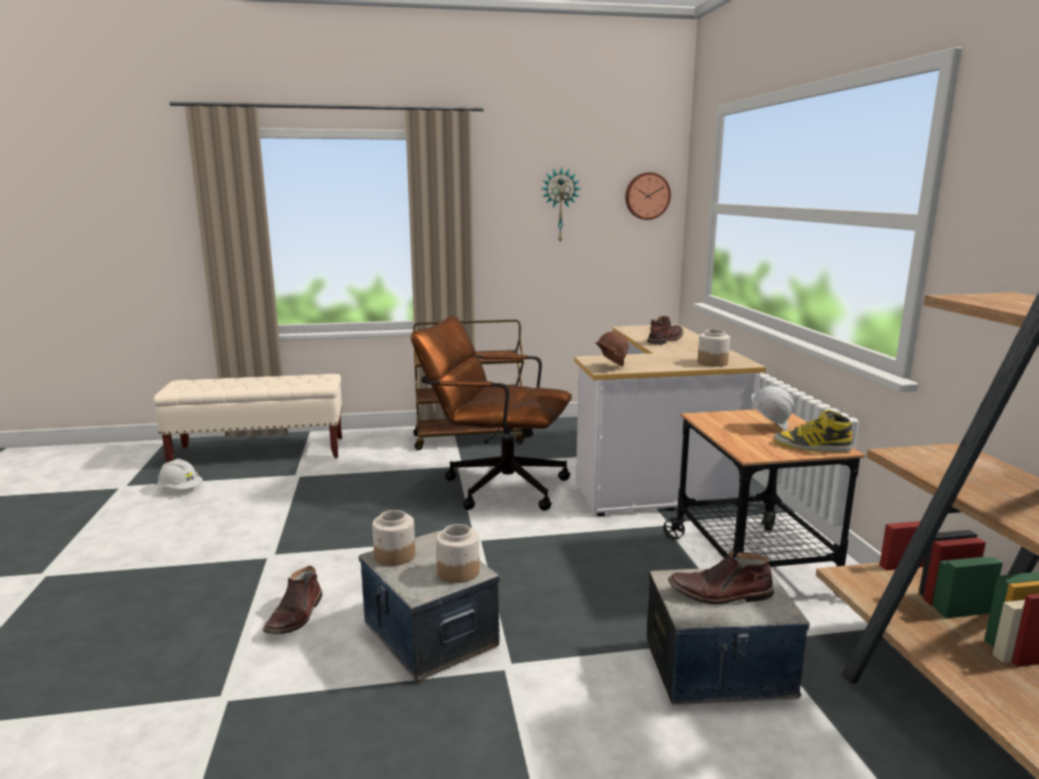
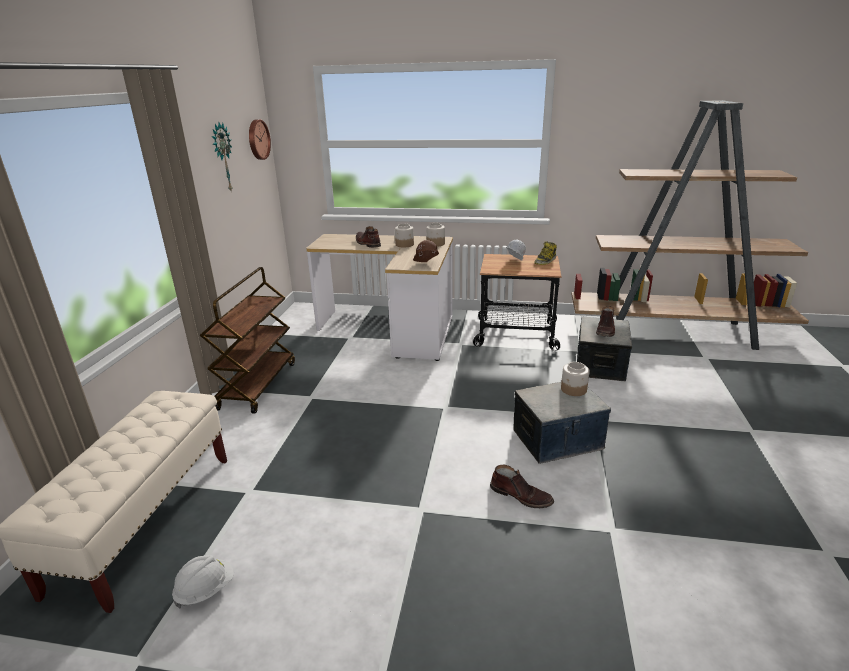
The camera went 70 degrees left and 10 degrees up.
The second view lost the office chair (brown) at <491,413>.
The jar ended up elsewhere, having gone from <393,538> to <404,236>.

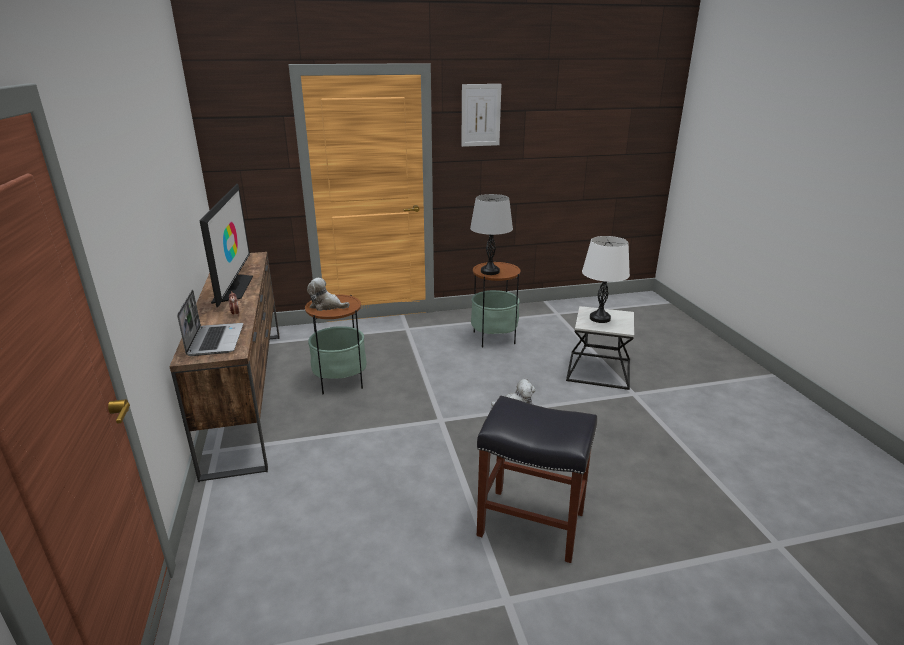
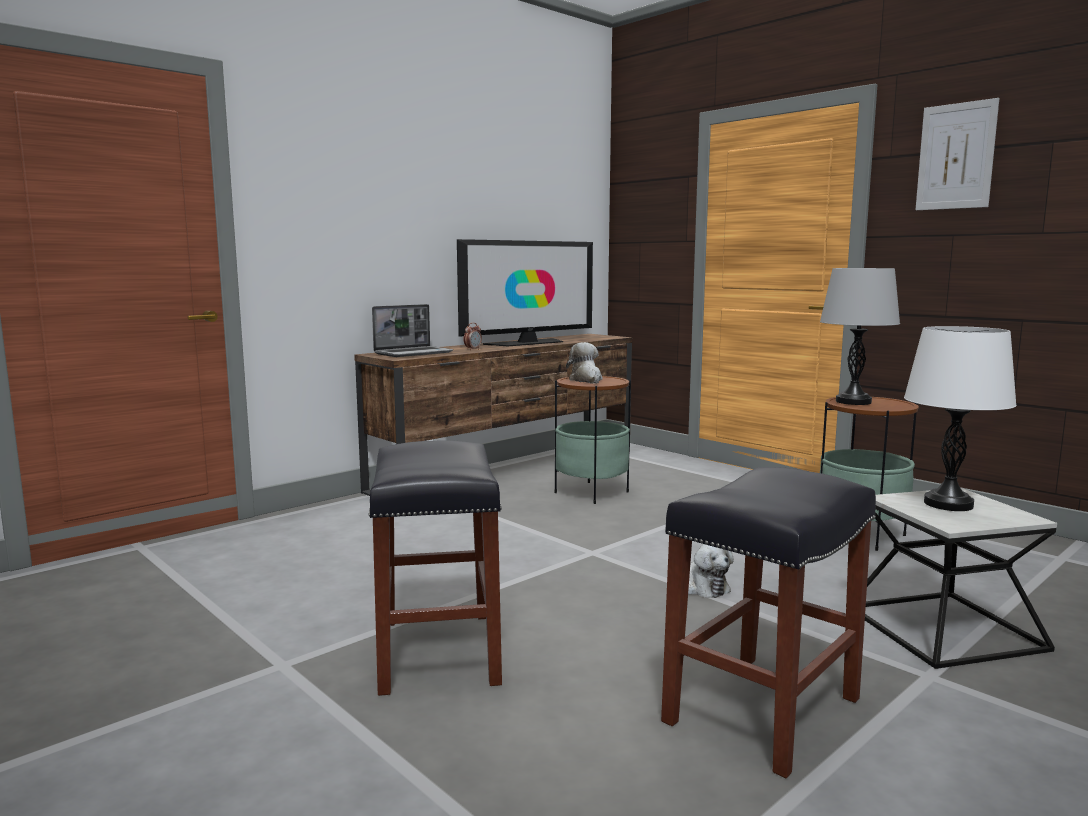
The camera went 60 degrees right and 15 degrees down.
The second view gained the stool (black) at <768,622>.

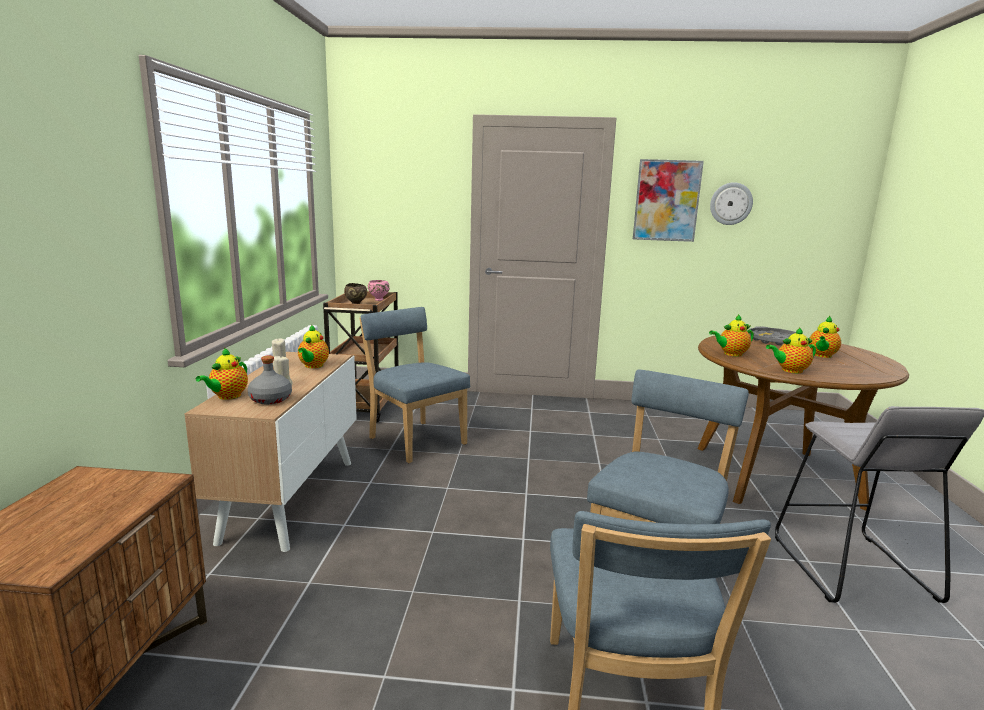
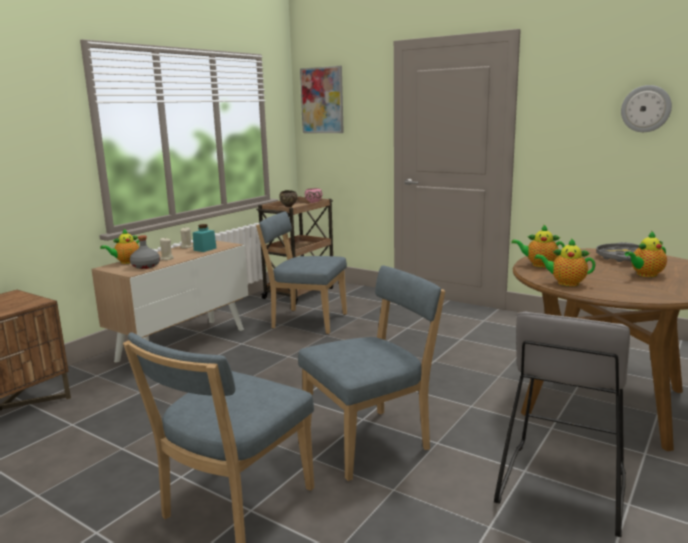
The camera went 30 degrees right and 0 degrees up.
The picture ended up elsewhere, having gone from <668,200> to <322,99>.
The chair (blue) at <415,385> ended up facing another way, 60 degrees counterclockwise from before.
Where the teapot stood at <313,346>, the jar (turquoise) came to stand at <205,238>.

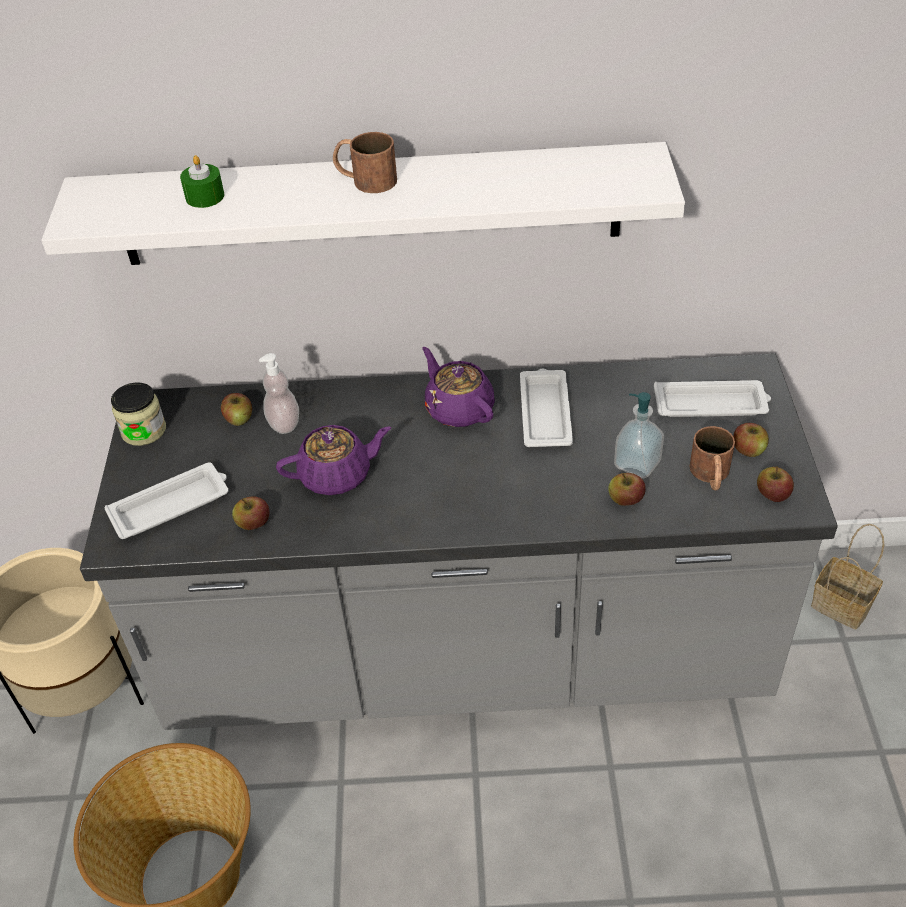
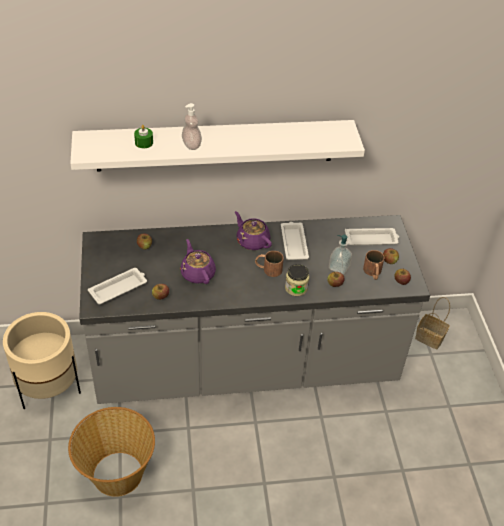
The camera went 10 degrees left and 0 degrees up.
The mug (brown) ended up elsewhere, having gone from <365,162> to <269,264>.
The soap dispenser ended up elsewhere, having gone from <279,393> to <192,126>.
The jar ended up elsewhere, having gone from <138,414> to <297,280>.
The teapot (purple) at <333,460> ended up facing another way, 90 degrees counterclockwise from before.

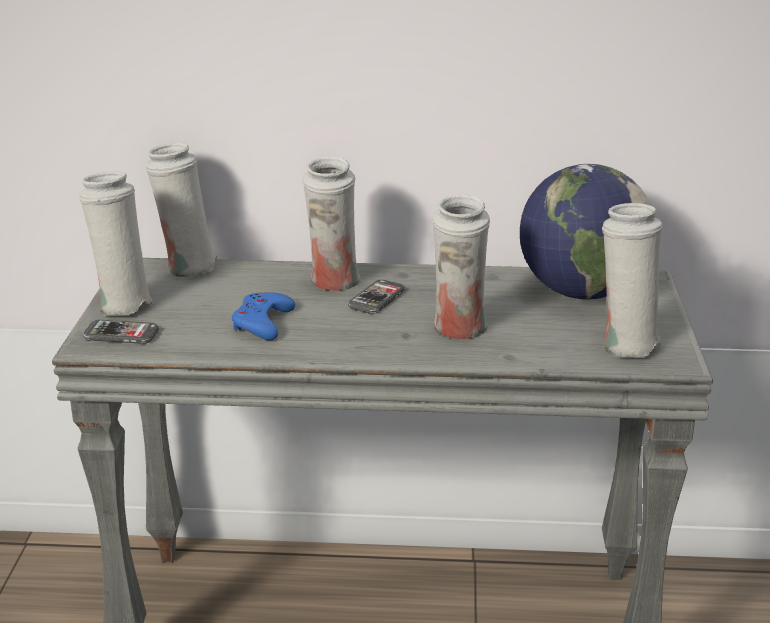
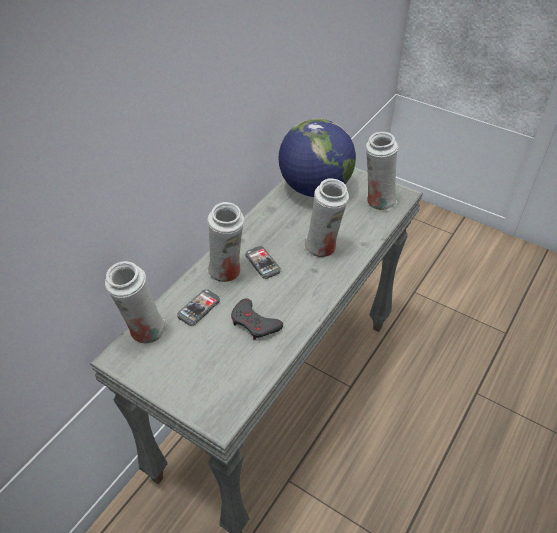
The camera went 60 degrees left and 20 degrees up.
The second view lost the vase (white) at <116,243>.
What was the game controller (blue) at <264,316> turned into the game controller (grey) at <257,319>.
The phone ended up elsewhere, having gone from <121,332> to <198,307>.

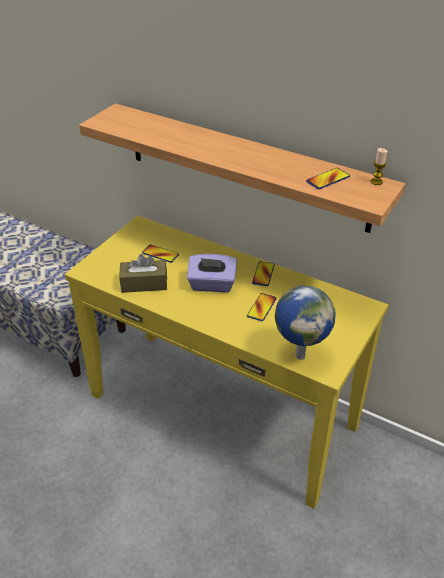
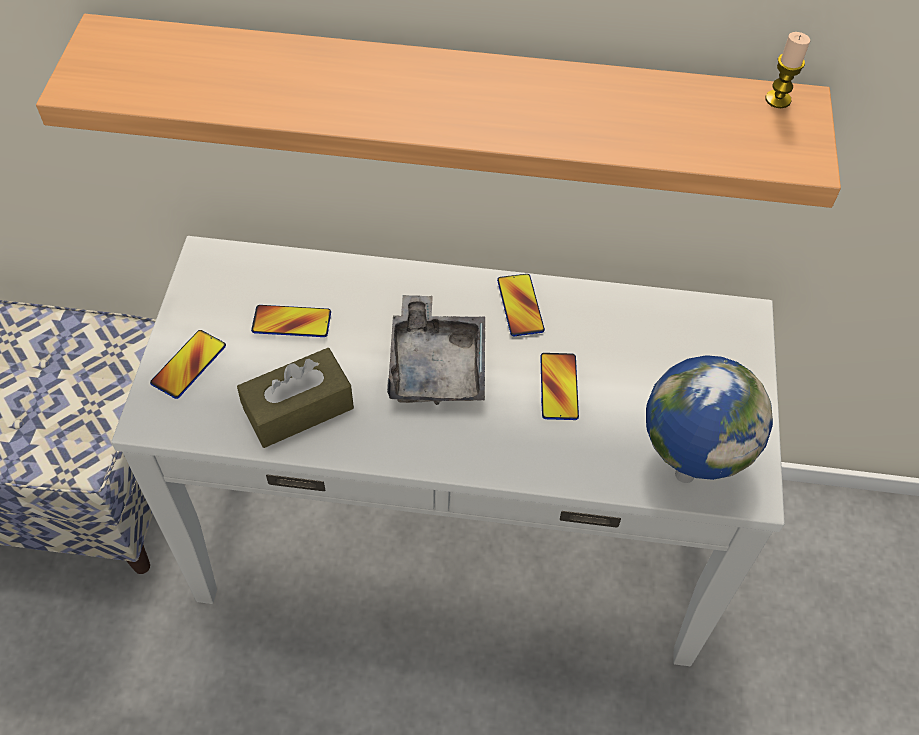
The camera went 25 degrees left and 15 degrees up.
The phone ended up elsewhere, having gone from <328,178> to <188,364>.
What was the console table (yellow) at <226,362> turned into the console table (white) at <448,451>.
Where the tissue box (purple) stood at <212,273>, the tray (grey) came to stand at <436,350>.

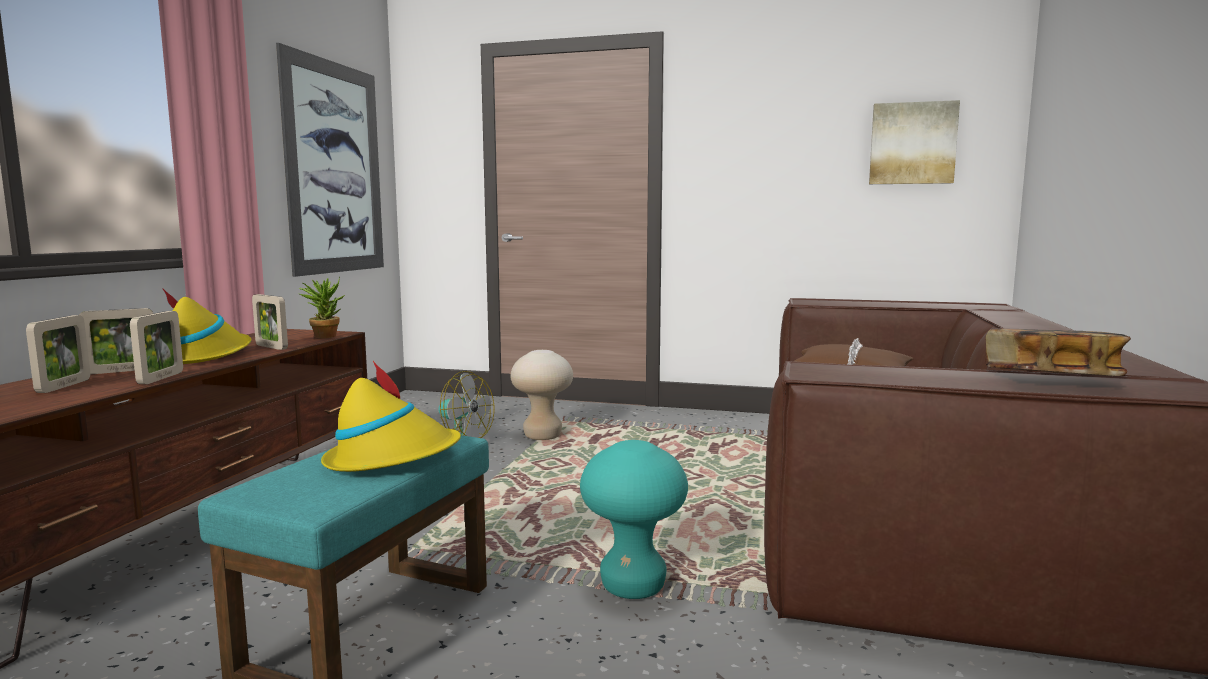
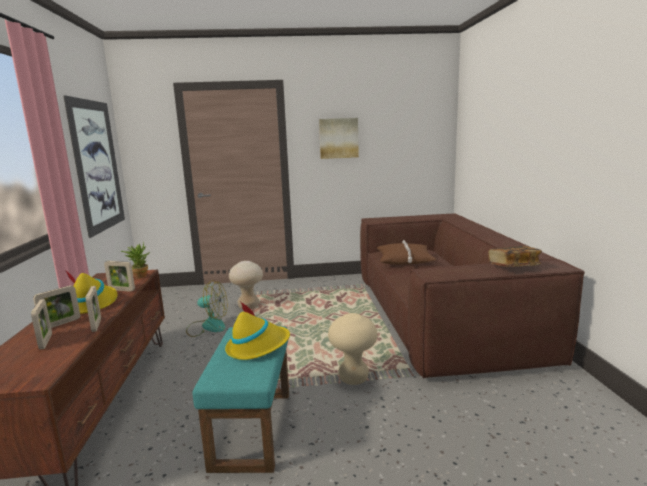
The camera went 20 degrees left and 5 degrees up.
The picture ended up elsewhere, having gone from <914,142> to <339,138>.
What was the stool (turquoise) at <634,519> turned into the stool (beige) at <353,349>.

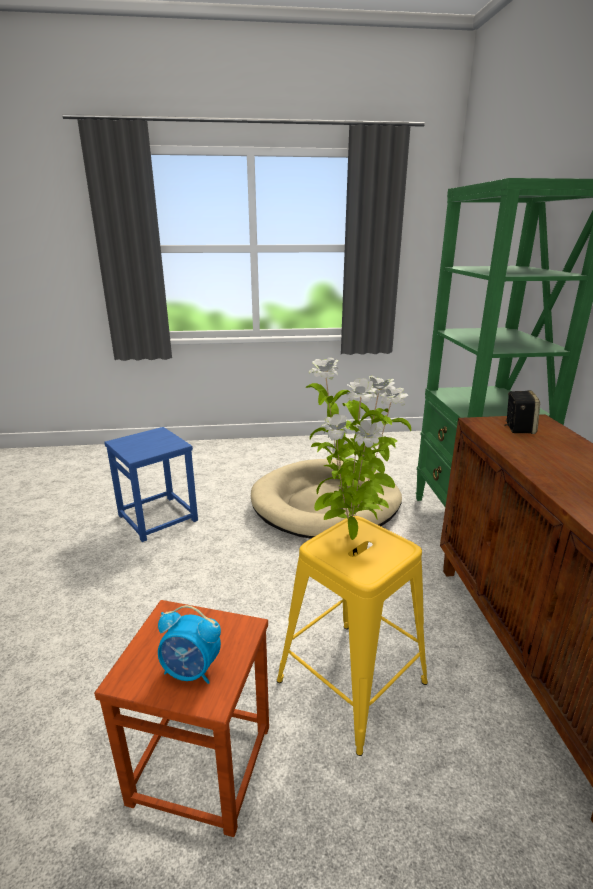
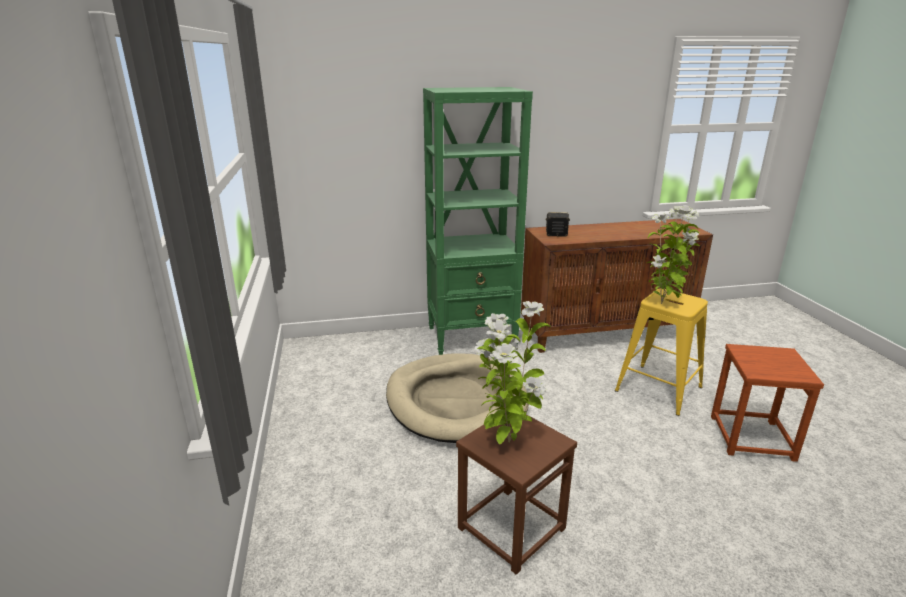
The camera went 95 degrees left and 0 degrees up.
What was the stool (blue) at <151,484> turned into the stool (brown) at <516,494>.
The second view lost the alarm clock at <189,644>.
The second view gained the potted plant at <512,372>.

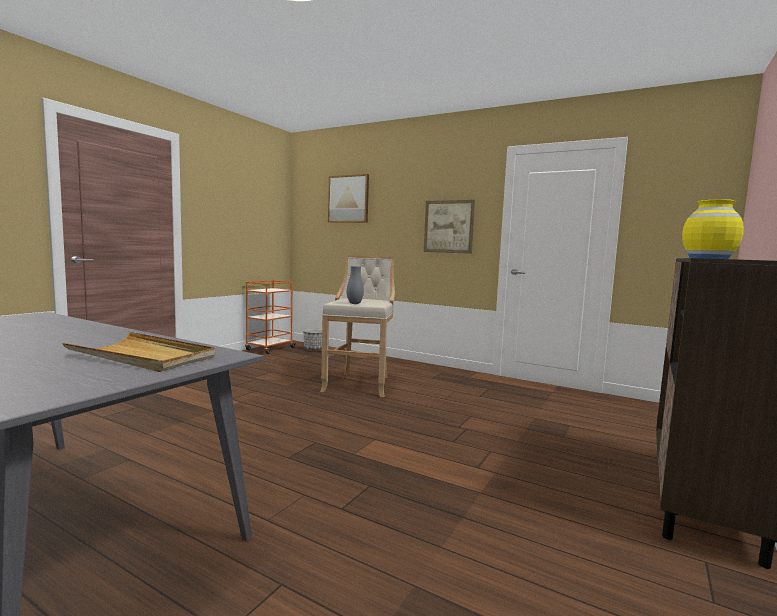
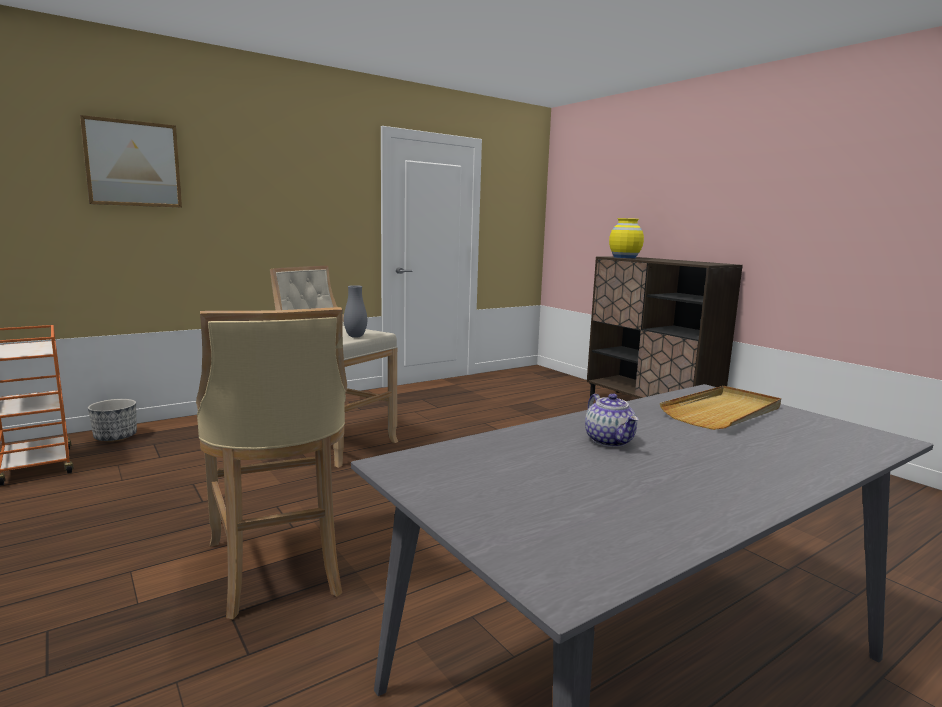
The camera went 65 degrees left and 5 degrees up.
The second view lost the picture at <449,227>.
The second view gained the stool (beige) at <271,463>.
The second view gained the teapot at <612,420>.

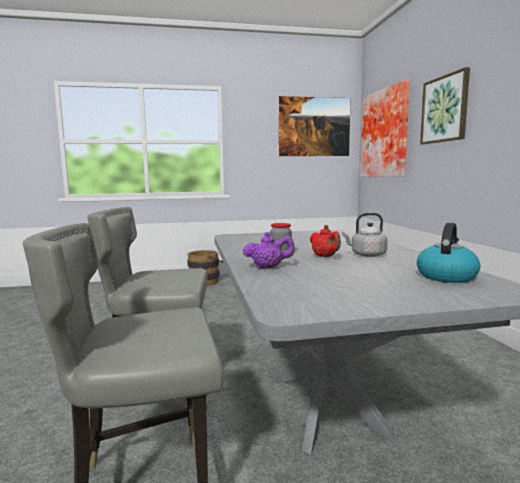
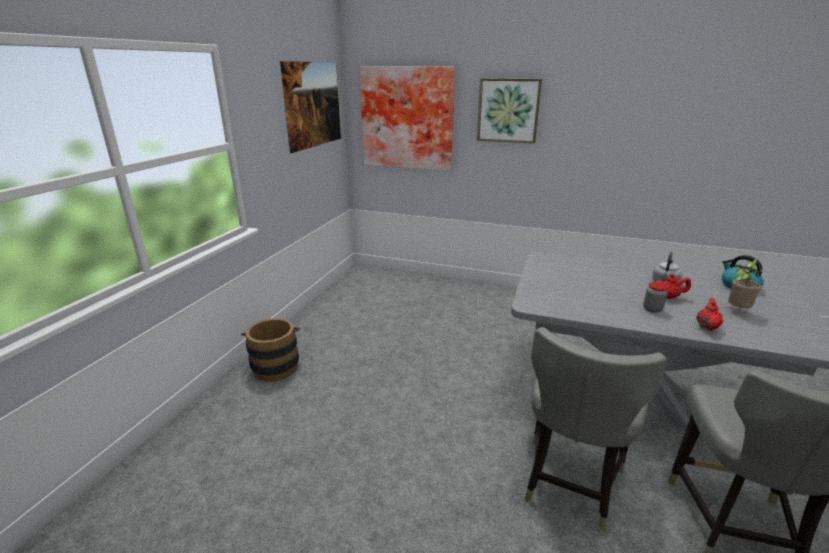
The camera went 60 degrees left and 15 degrees up.
What was the teapot (purple) at <269,250> turned into the teapot (red) at <709,314>.
The second view gained the potted plant at <743,282>.

